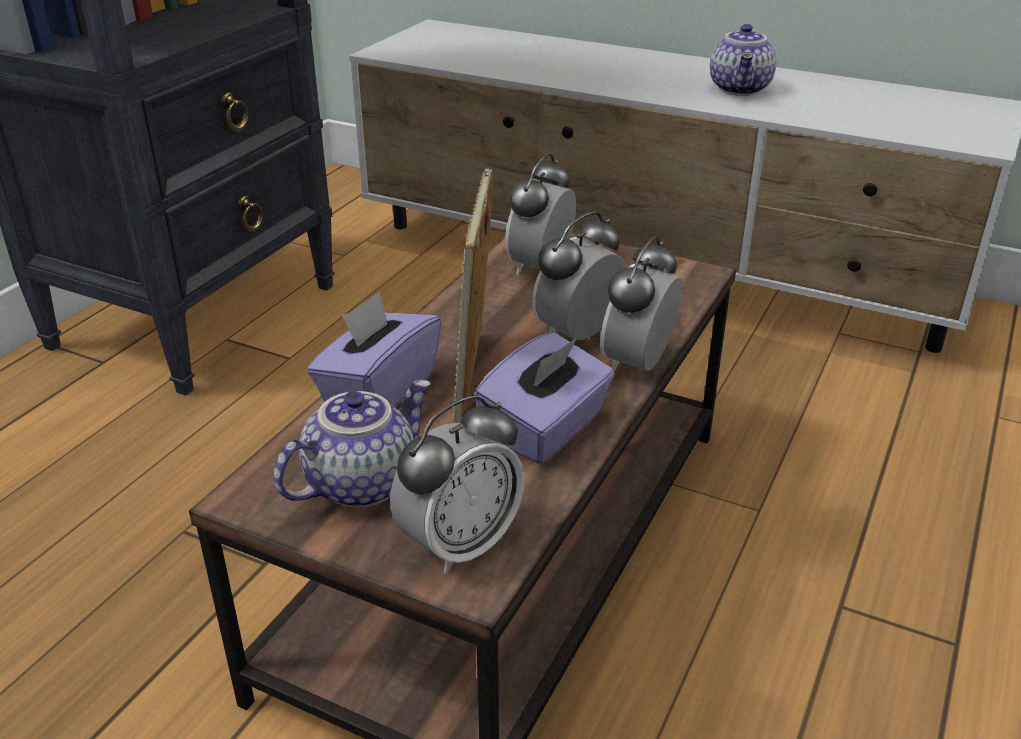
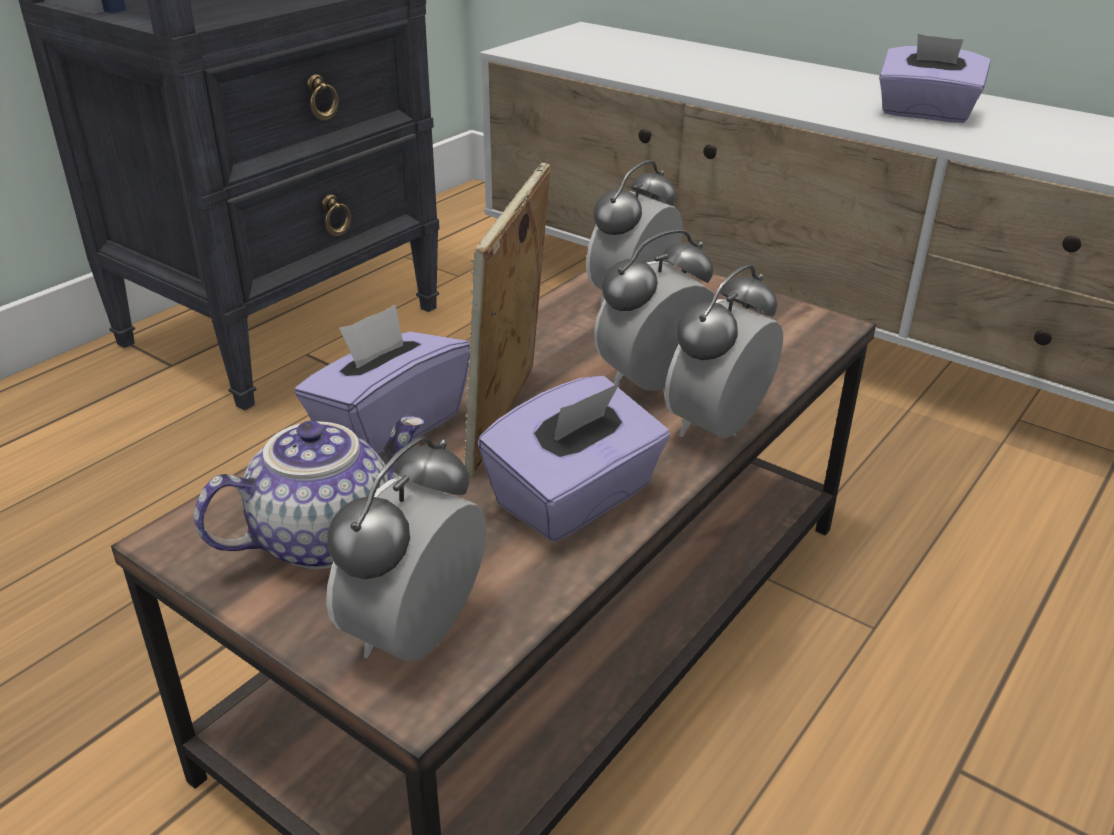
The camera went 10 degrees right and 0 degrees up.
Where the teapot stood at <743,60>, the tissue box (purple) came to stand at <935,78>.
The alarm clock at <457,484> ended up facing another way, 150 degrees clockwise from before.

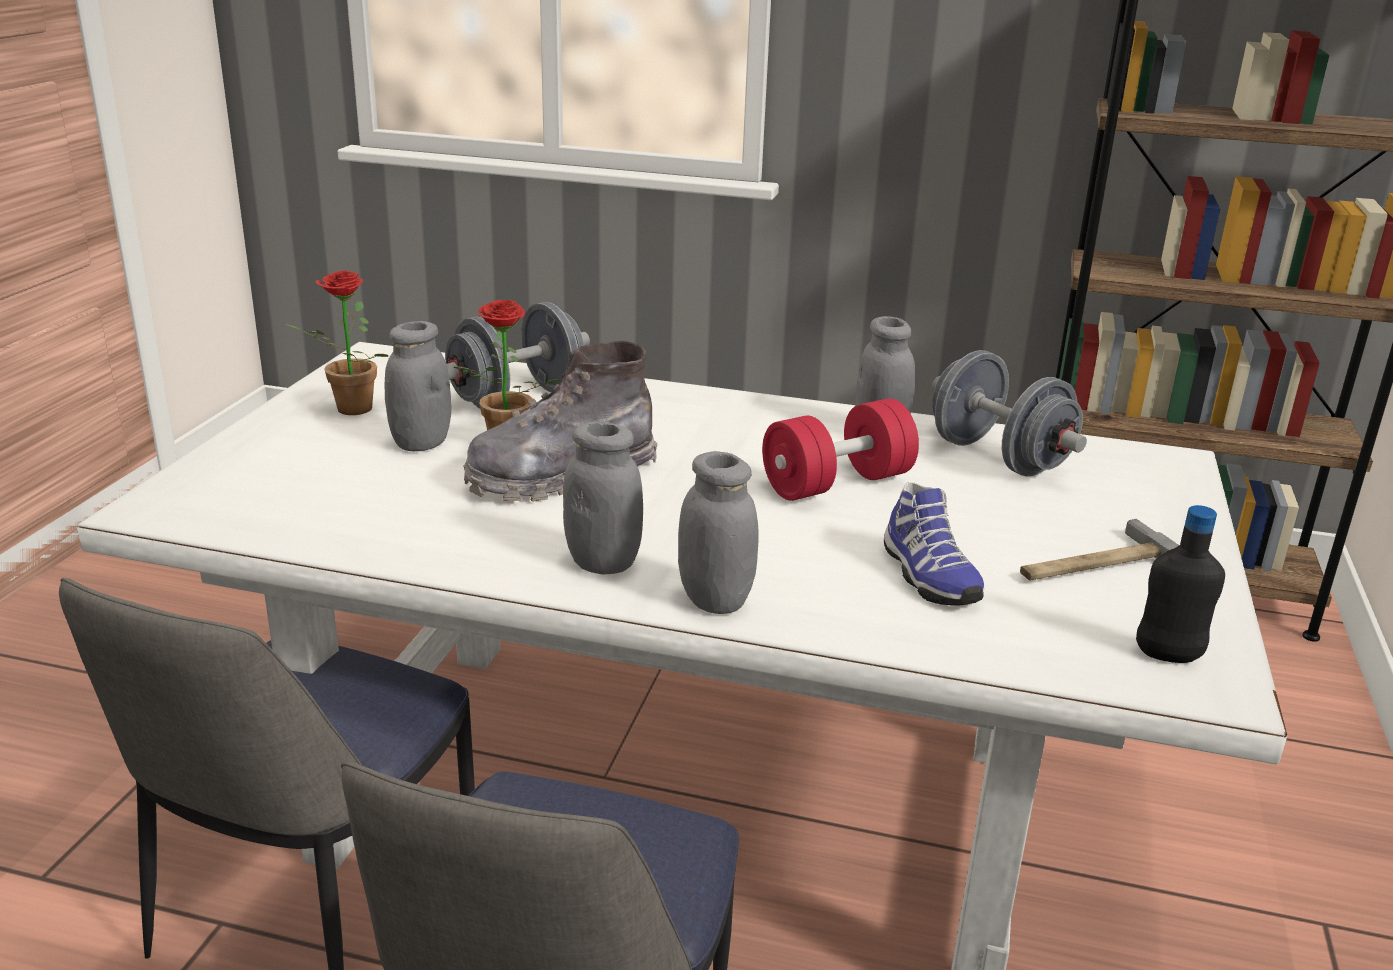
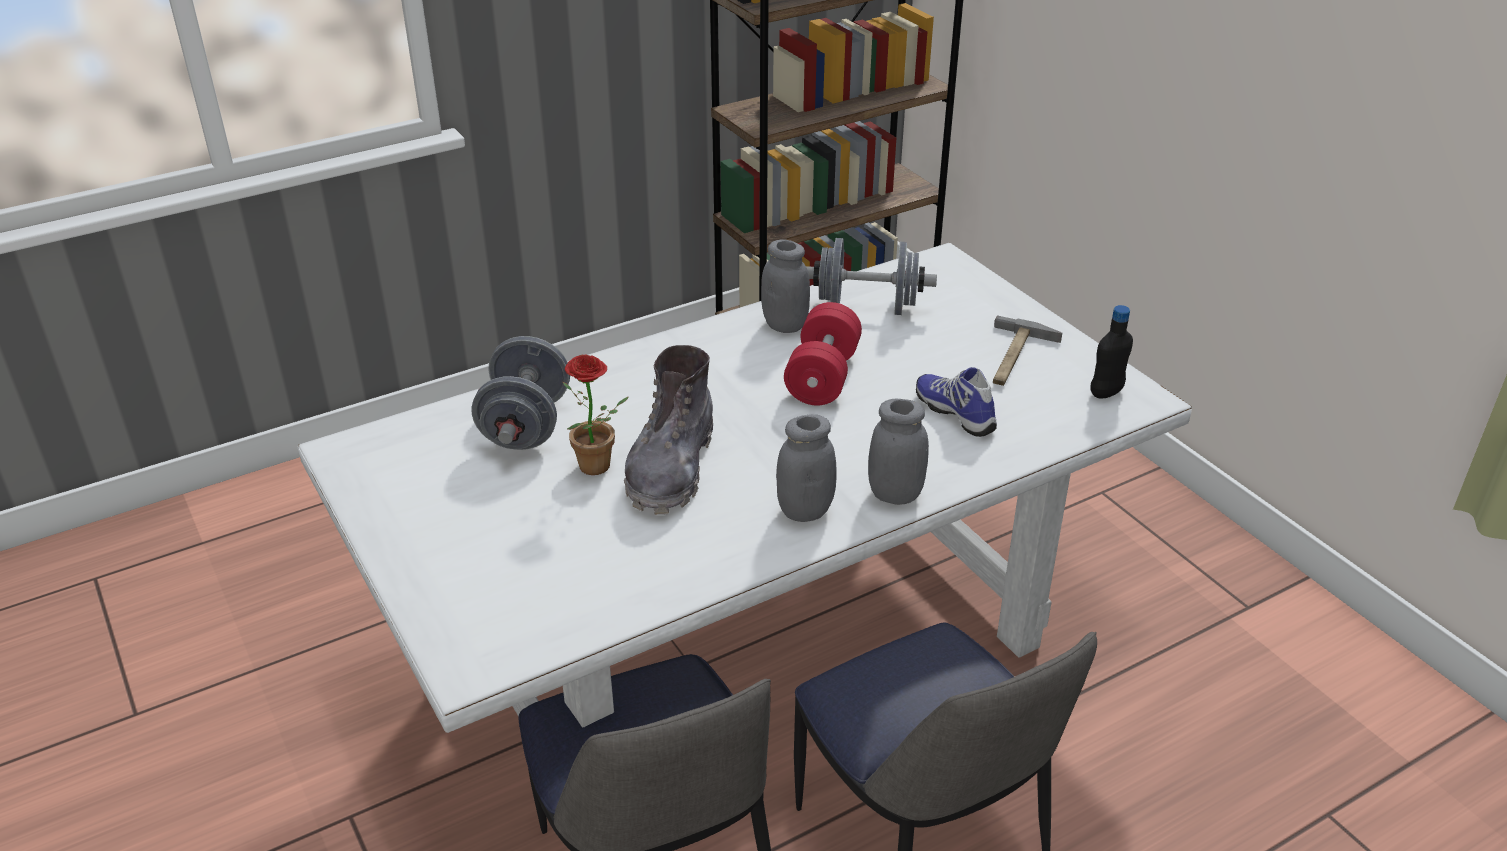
The camera went 45 degrees left and 10 degrees up.
The second view lost the potted plant at <336,342>.
The second view lost the jar (grey) at <418,386>.
The shoe at <934,544> ended up facing another way, 150 degrees counterclockwise from before.

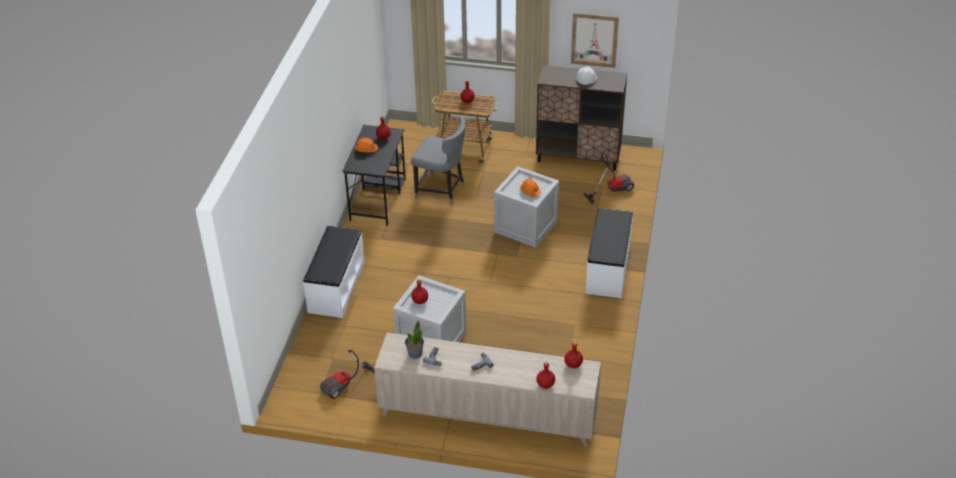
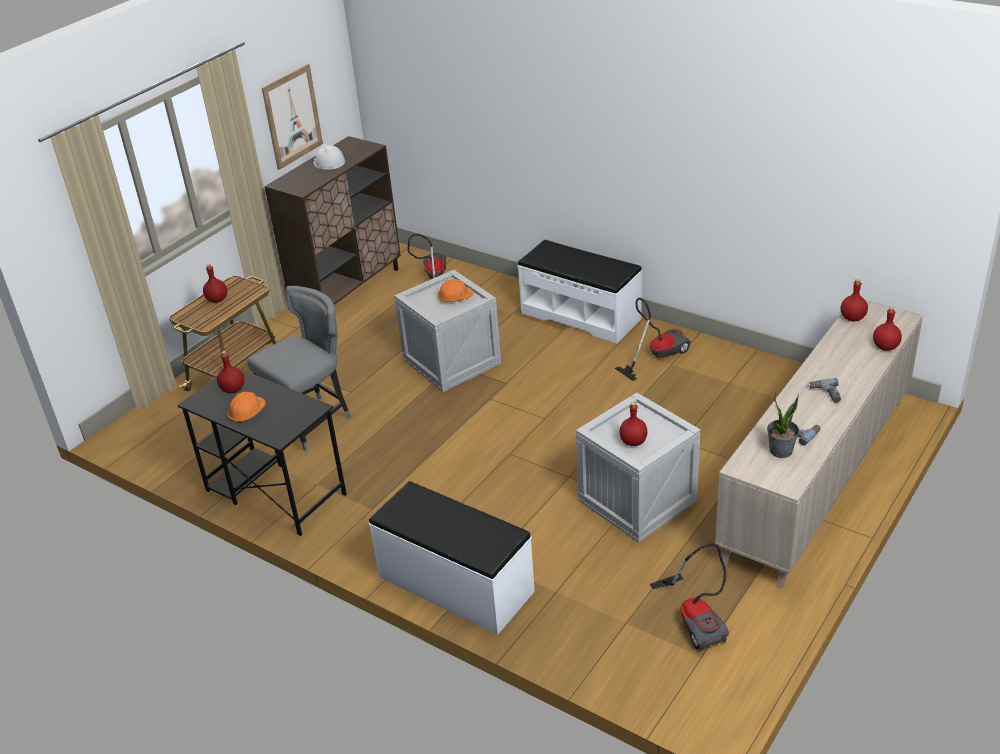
The camera went 65 degrees left and 5 degrees down.
The second view gained the vacuum cleaner at <653,339>.

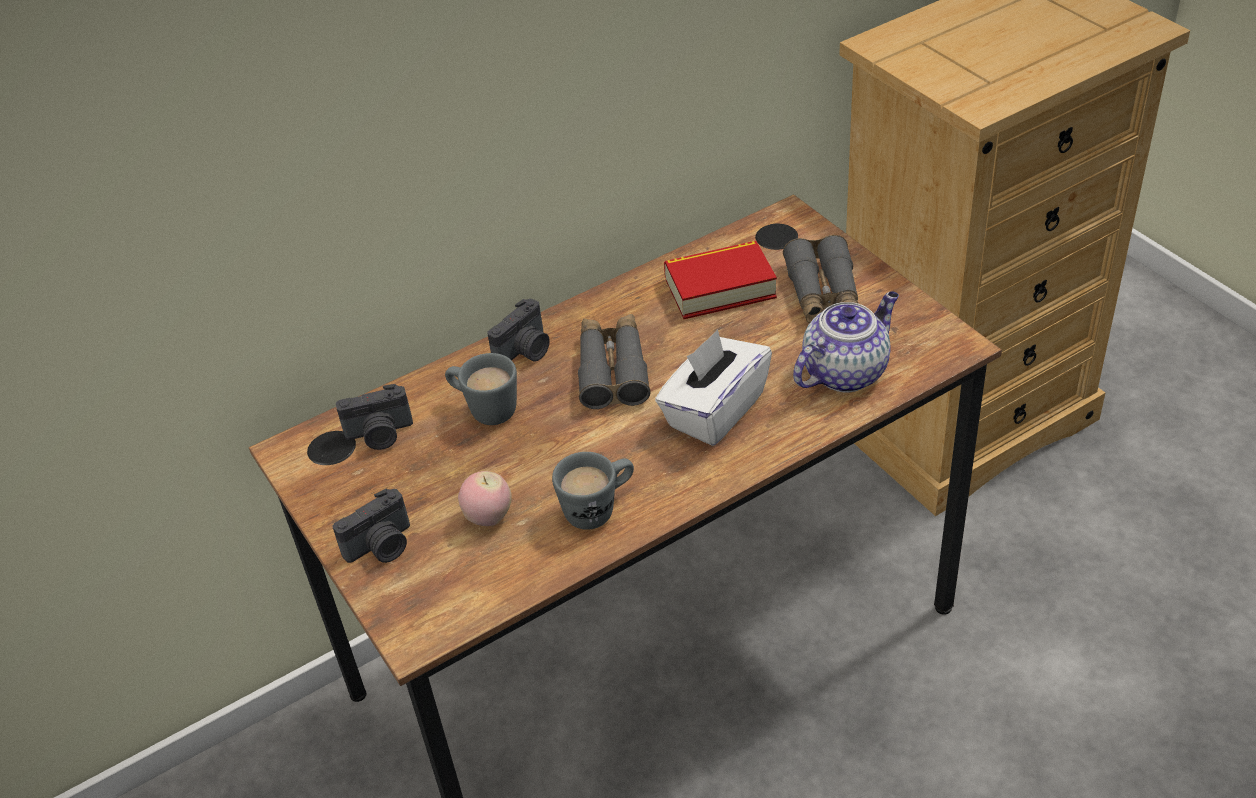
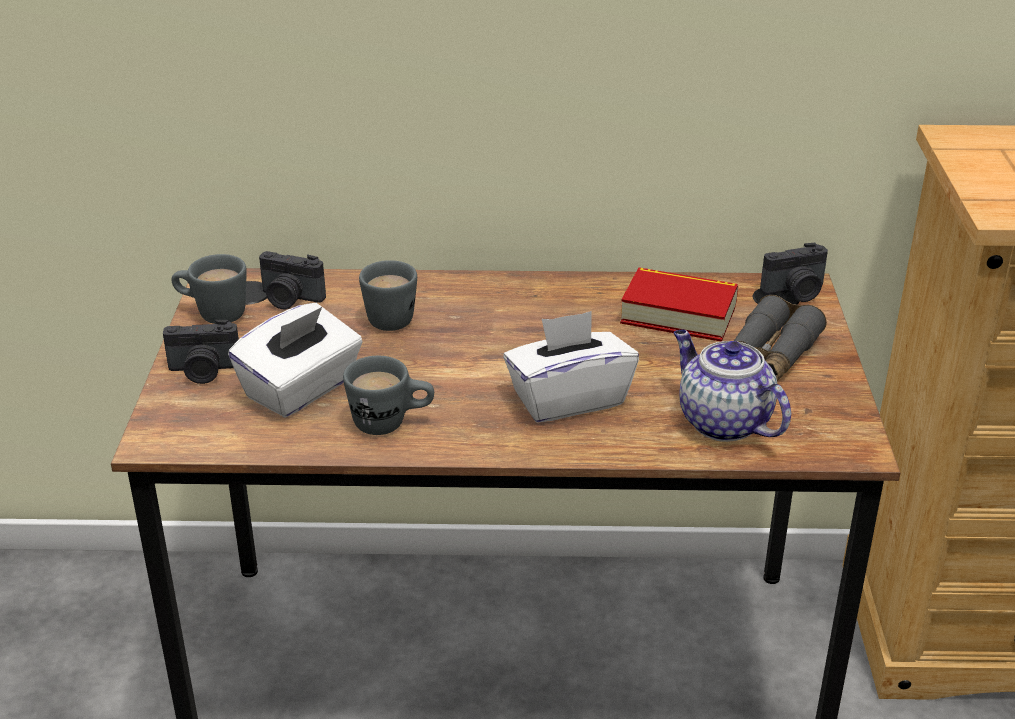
The camera went 30 degrees right and 10 degrees down.
The teapot at <846,342> ended up facing another way, 120 degrees counterclockwise from before.
The photo camera ended up elsewhere, having gone from <518,330> to <794,272>.
The second view lost the binoculars (grey) at <614,361>.
Where the apple stood at <485,498>, the tissue box (white) came to stand at <295,360>.
The second view gained the mug (grey) at <209,289>.

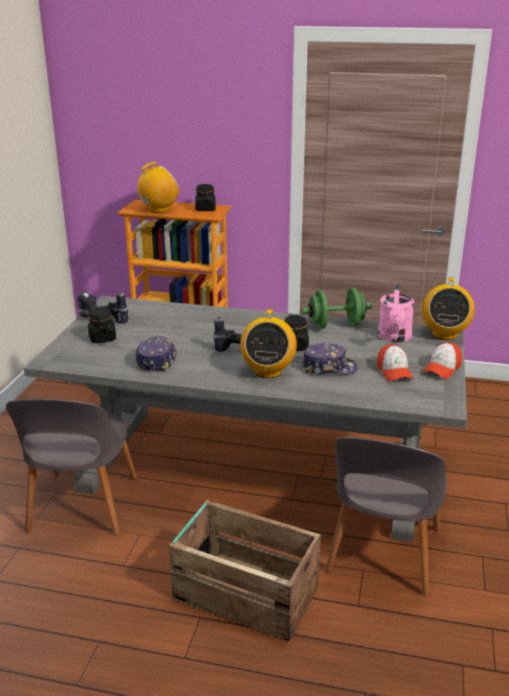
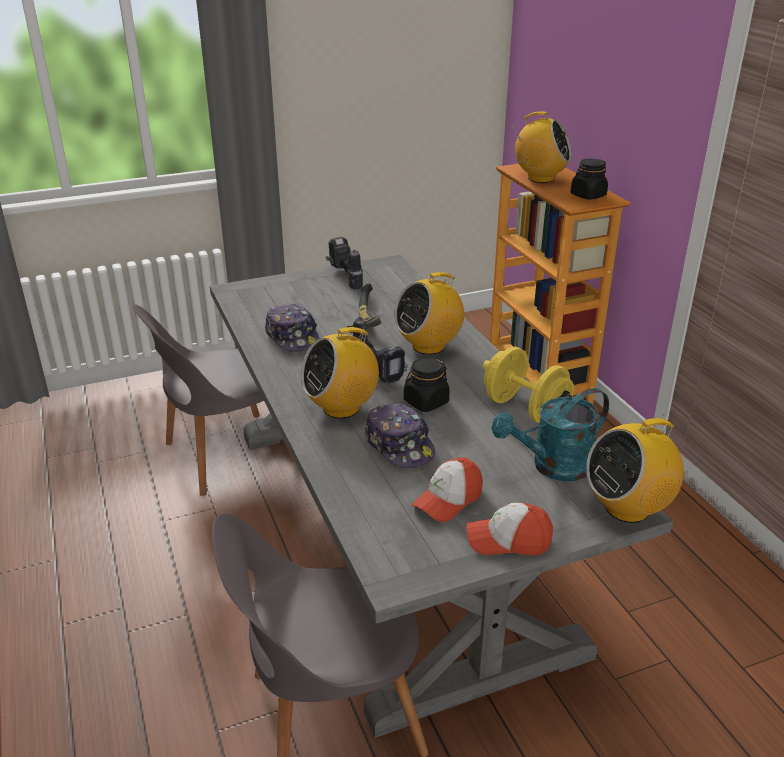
The camera went 55 degrees right and 5 degrees up.
What was the watering can (pink) at <396,313> turned into the watering can (turquoise) at <550,434>.
What was the dumbbell (green) at <337,308> turned into the dumbbell (yellow) at <528,385>.
The second view lost the jar (black) at <102,325>.
The cap at <156,354> ended up facing another way, 90 degrees clockwise from before.
The second view lost the crate at <245,570>.
The second view gained the radio at <429,313>.
The second view gained the hammer at <364,308>.

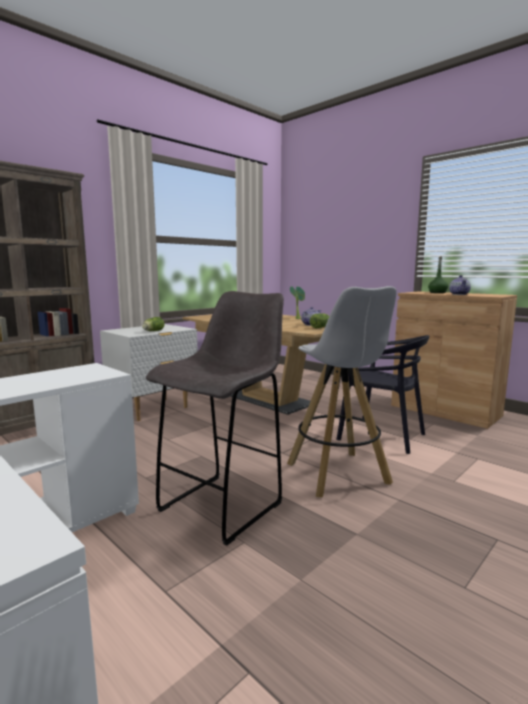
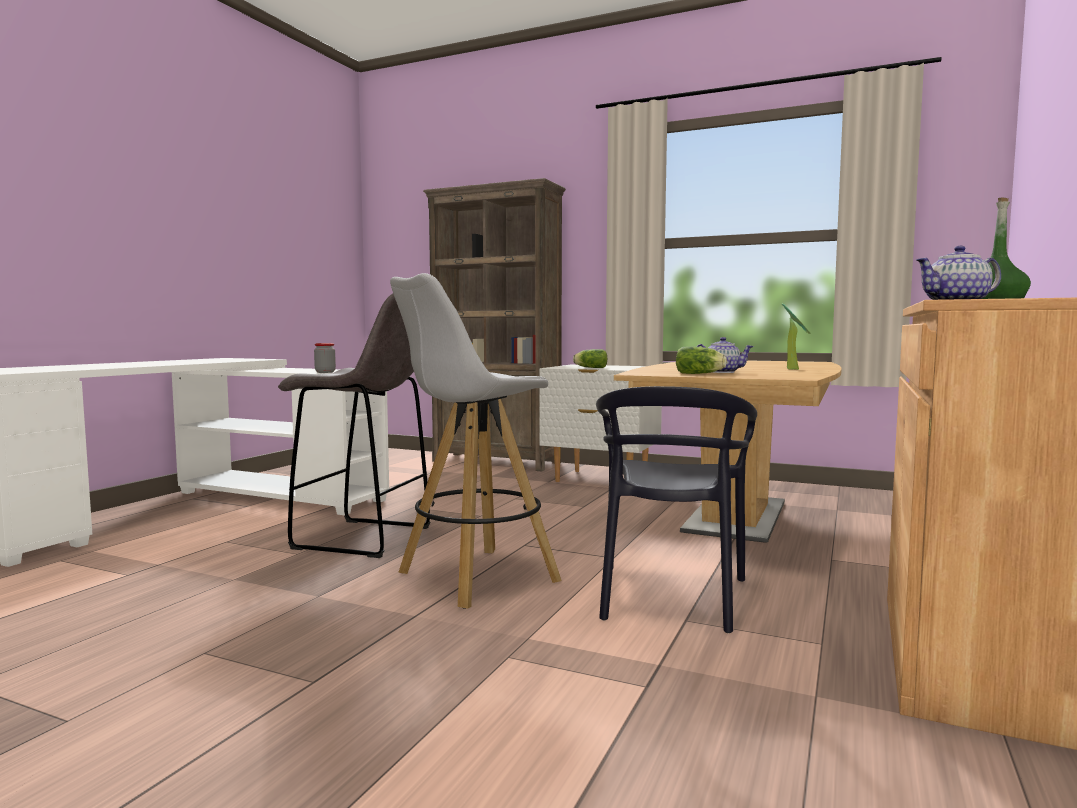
The camera went 70 degrees right and 5 degrees down.
The second view gained the jar at <325,358>.

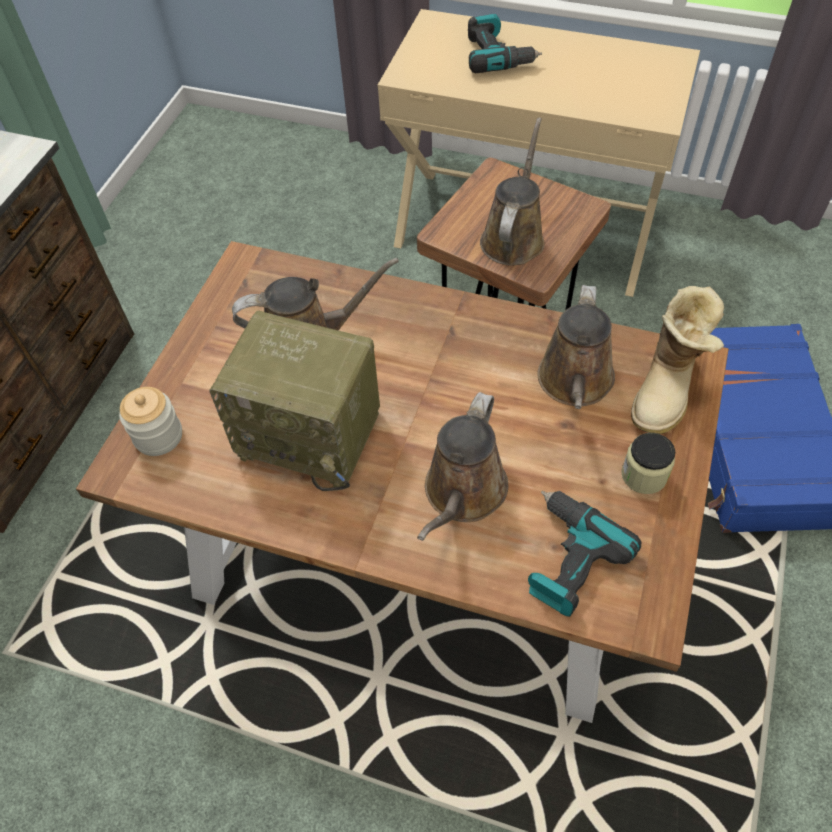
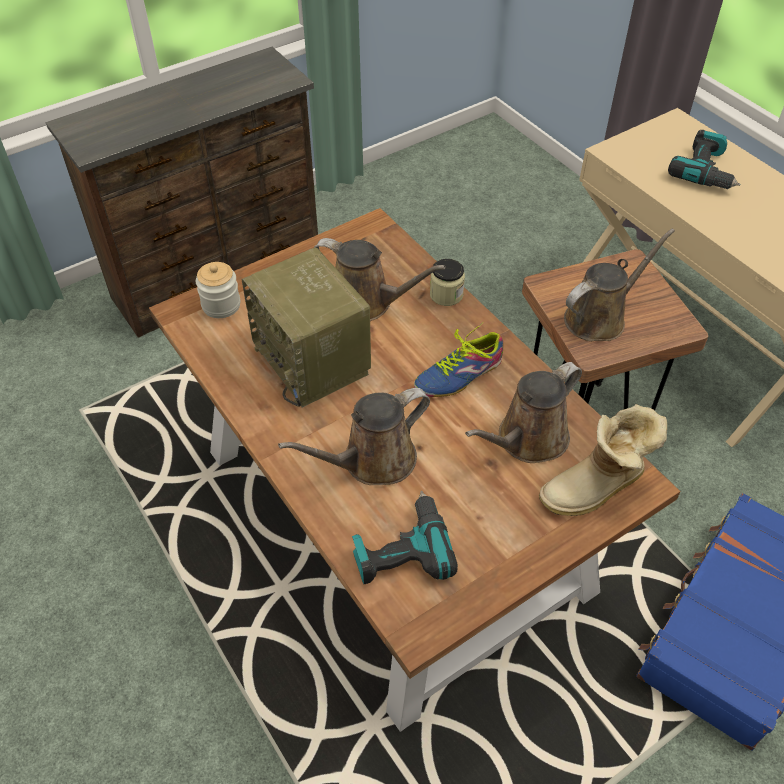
The camera went 35 degrees right and 5 degrees down.
The jar ended up elsewhere, having gone from <648,463> to <447,282>.
The second view gained the shoe at <458,359>.

